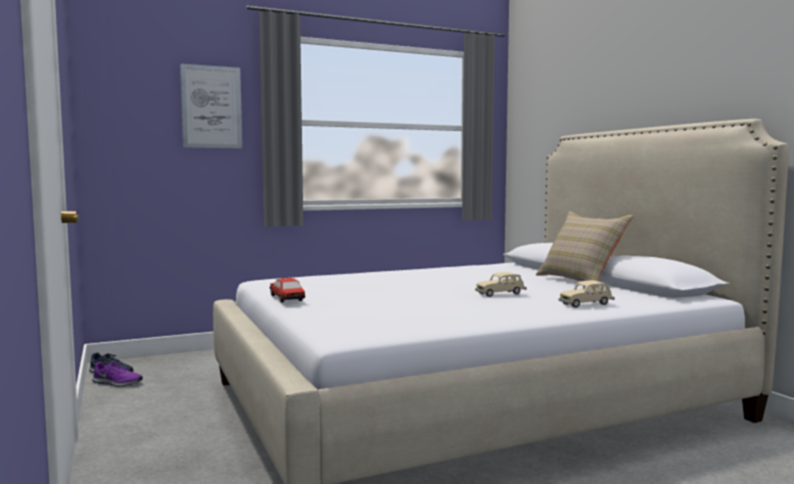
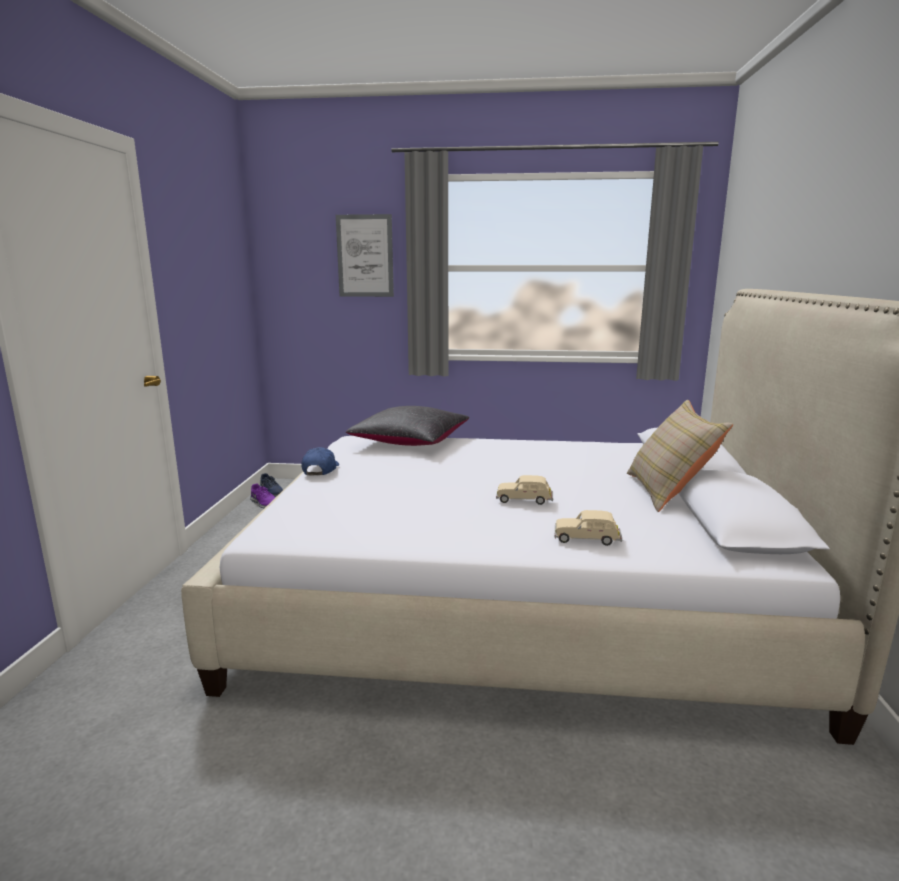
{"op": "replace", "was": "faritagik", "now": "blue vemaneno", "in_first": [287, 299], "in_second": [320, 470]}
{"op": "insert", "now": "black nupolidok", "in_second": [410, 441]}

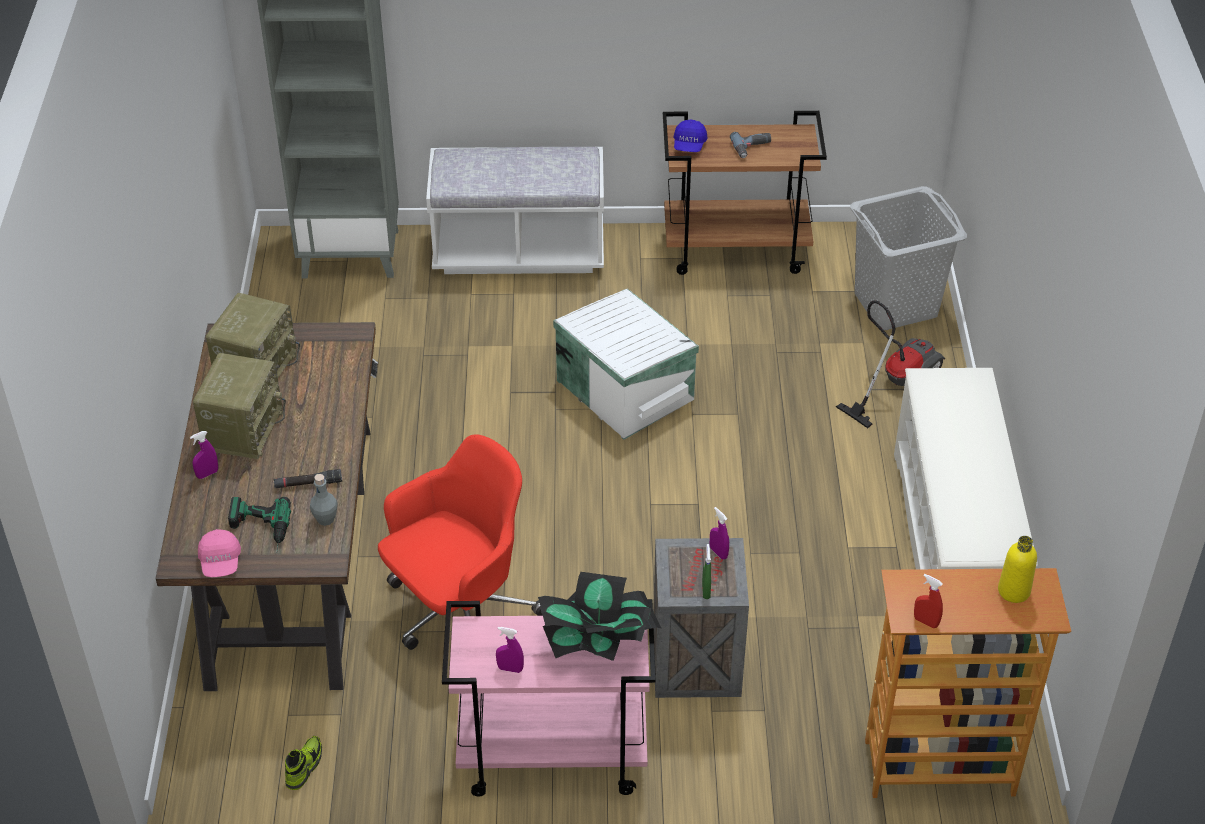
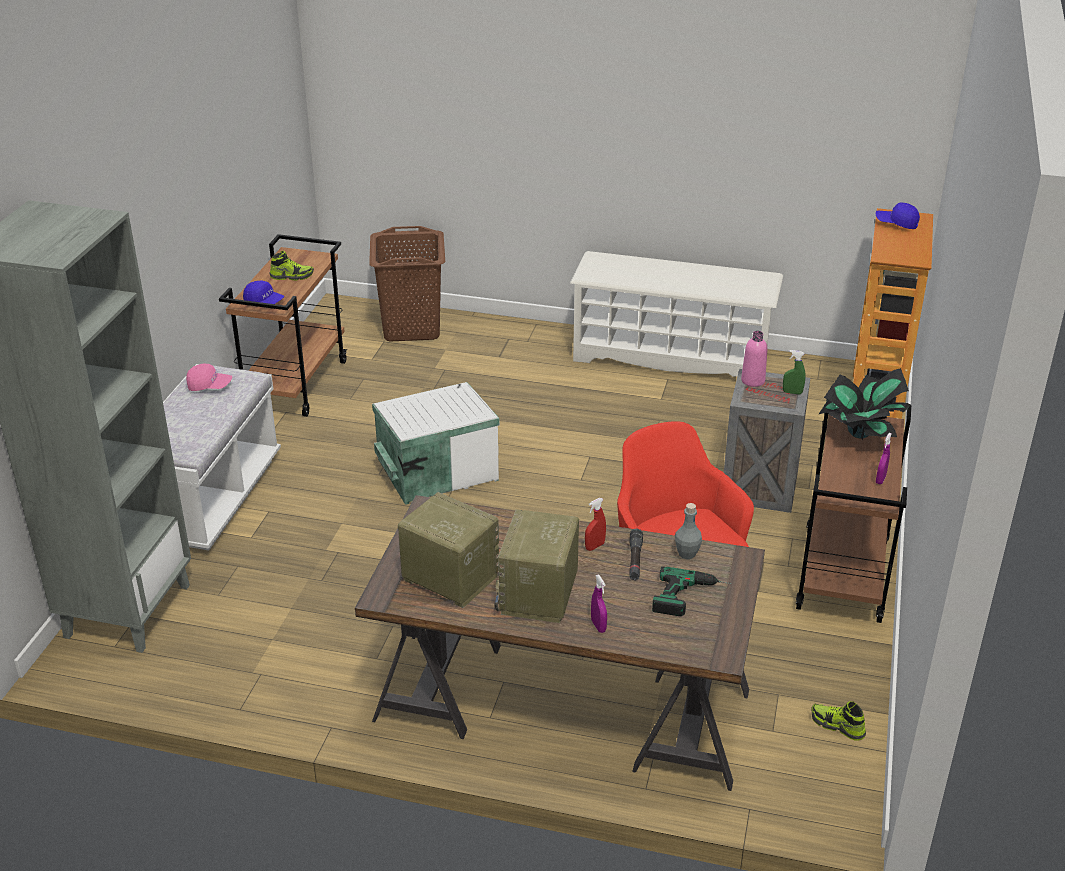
{"op": "move", "was": "pink vemaneno", "in_first": [220, 562], "in_second": [209, 386]}
{"op": "replace", "was": "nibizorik", "now": "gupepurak", "in_first": [752, 148], "in_second": [292, 276]}
{"op": "recolor", "was": "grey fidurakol", "now": "brown fidurakol", "in_first": [896, 305], "in_second": [412, 327]}
{"op": "rotate", "was": "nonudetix", "in_first": [243, 429], "in_second": [539, 595], "clockwise": -105}
{"op": "move", "was": "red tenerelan", "in_first": [925, 622], "in_second": [594, 546]}
{"op": "replace", "was": "purple tenerelan", "now": "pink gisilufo", "in_first": [718, 552], "in_second": [753, 381]}
{"op": "recolor", "was": "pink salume", "now": "brown salume", "in_first": [550, 756], "in_second": [844, 575]}
{"op": "replace", "was": "yellow gisilufo", "now": "blue vemaneno", "in_first": [1014, 591], "in_second": [896, 223]}
{"op": "delete", "was": "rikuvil", "in_first": [894, 380]}

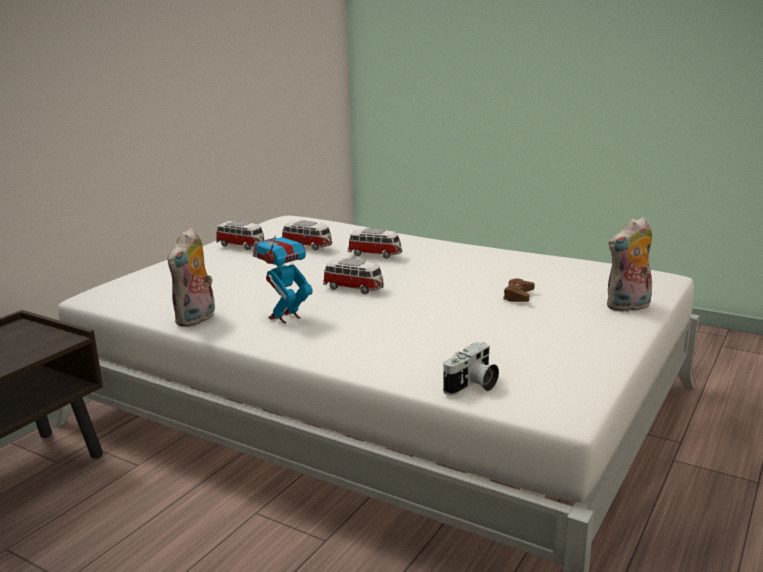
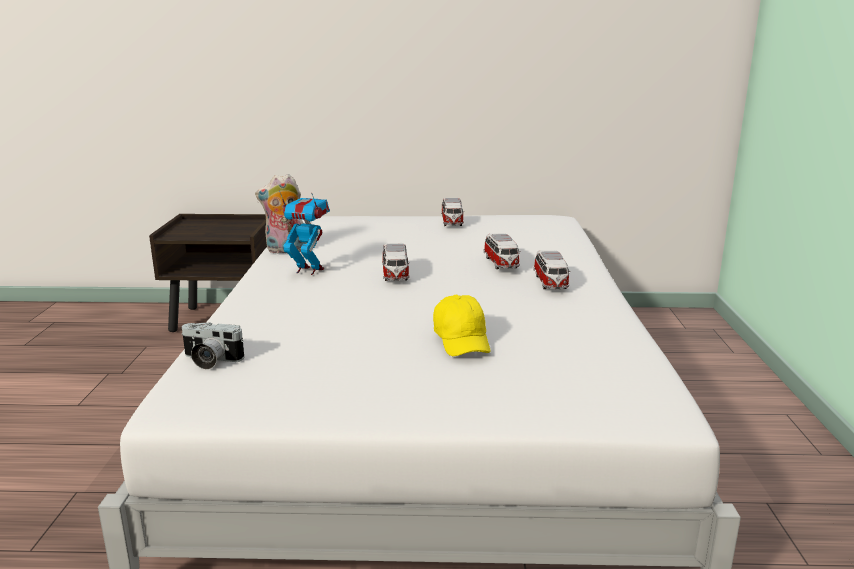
{"op": "replace", "was": "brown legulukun", "now": "yellow vemaneno", "in_first": [518, 296], "in_second": [462, 340]}
{"op": "move", "was": "faritagik", "in_first": [308, 246], "in_second": [550, 283]}
{"op": "delete", "was": "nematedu", "in_first": [628, 307]}

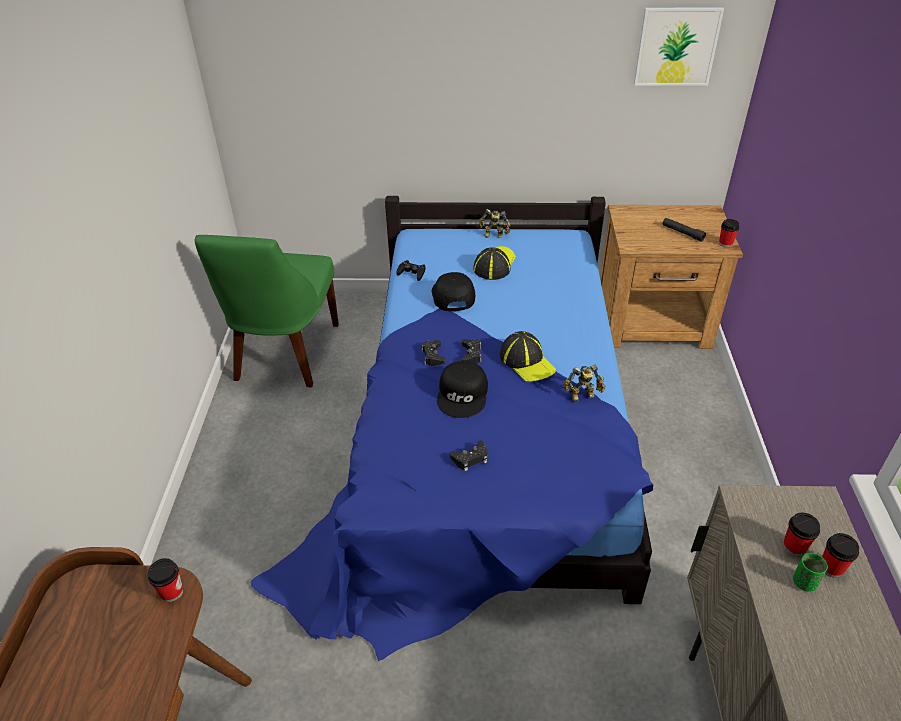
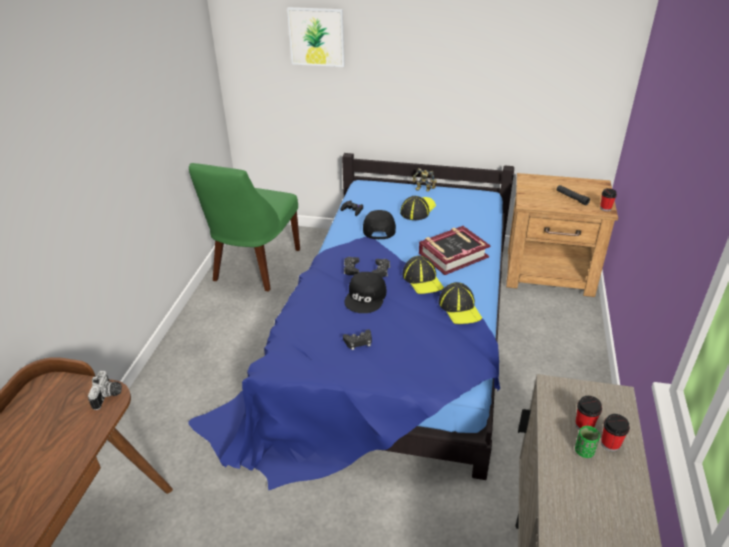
{"op": "replace", "was": "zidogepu", "now": "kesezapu", "in_first": [172, 592], "in_second": [108, 396]}
{"op": "move", "was": "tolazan", "in_first": [676, 46], "in_second": [317, 37]}
{"op": "insert", "now": "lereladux", "in_second": [453, 255]}
{"op": "replace", "was": "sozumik", "now": "vemaneno", "in_first": [583, 396], "in_second": [460, 308]}

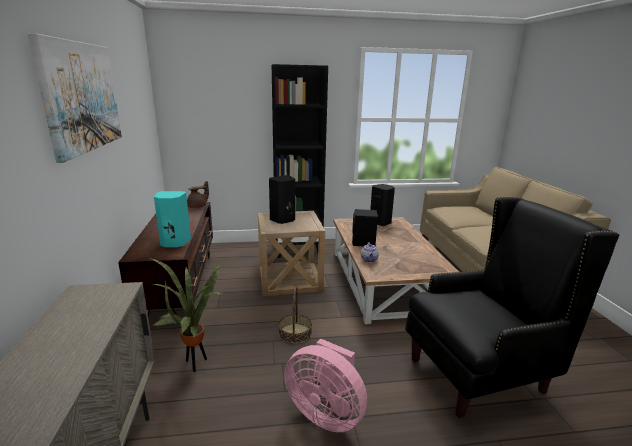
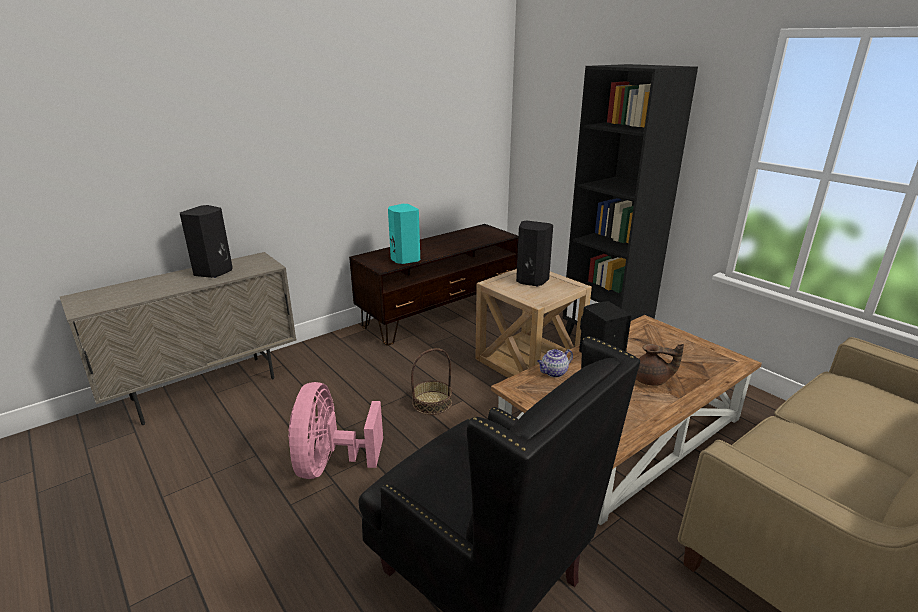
{"op": "move", "was": "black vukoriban", "in_first": [381, 222], "in_second": [214, 272]}
{"op": "move", "was": "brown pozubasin", "in_first": [198, 207], "in_second": [651, 381]}
{"op": "delete", "was": "tolazan", "in_first": [82, 97]}
{"op": "delete", "was": "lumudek", "in_first": [195, 363]}

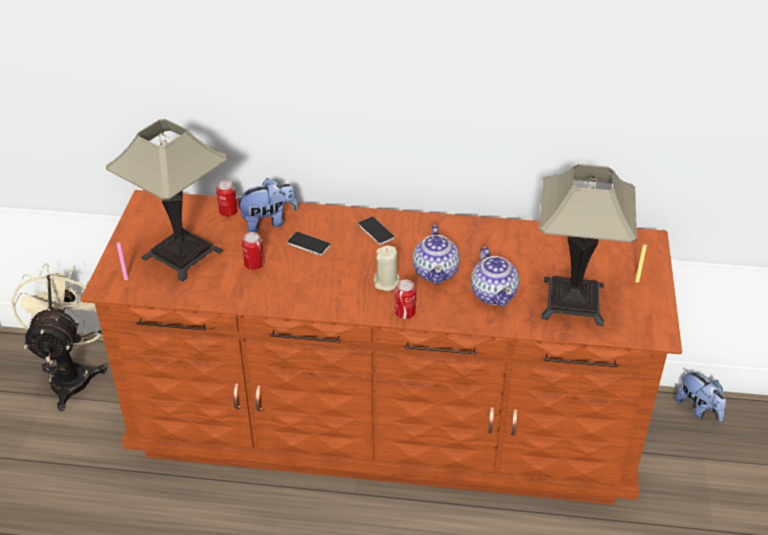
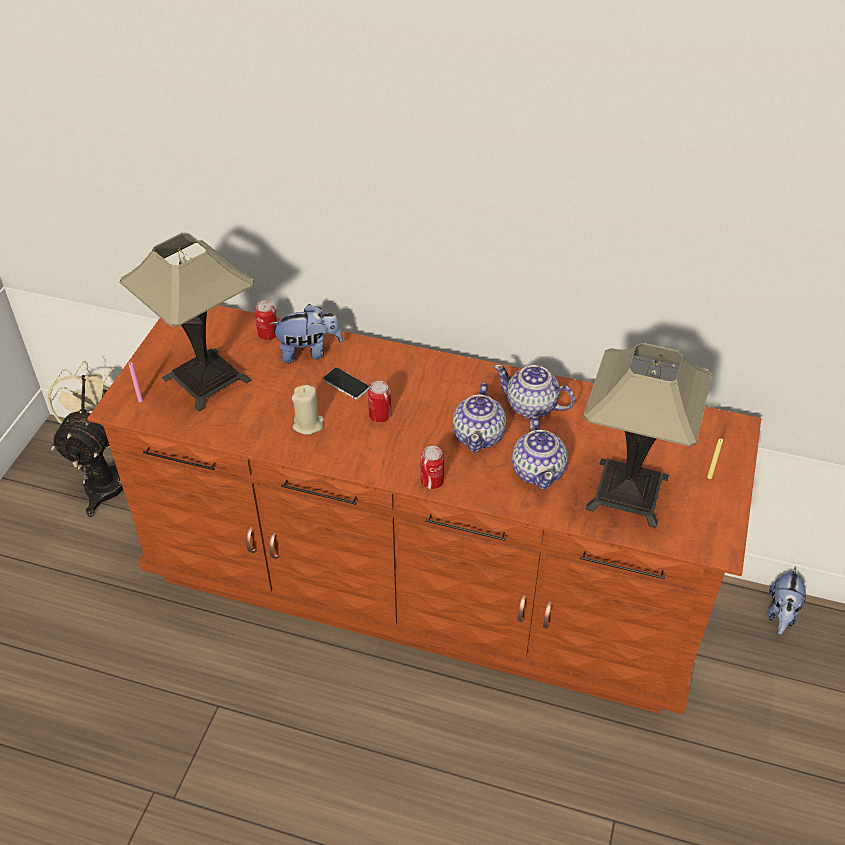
{"op": "move", "was": "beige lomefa", "in_first": [387, 282], "in_second": [308, 424]}
{"op": "move", "was": "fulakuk", "in_first": [254, 264], "in_second": [380, 416]}
{"op": "insert", "now": "pozubasin", "in_second": [532, 406]}
{"op": "rotate", "was": "nematedu", "in_first": [698, 409], "in_second": [781, 614], "clockwise": 45}
{"op": "delete", "was": "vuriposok", "in_first": [376, 231]}

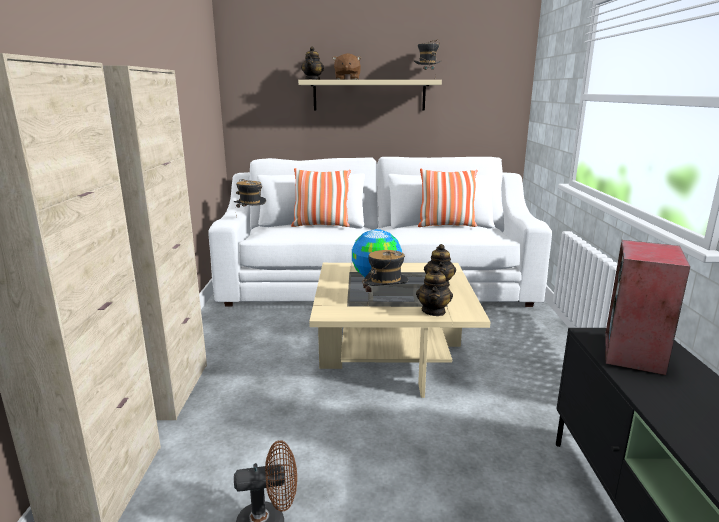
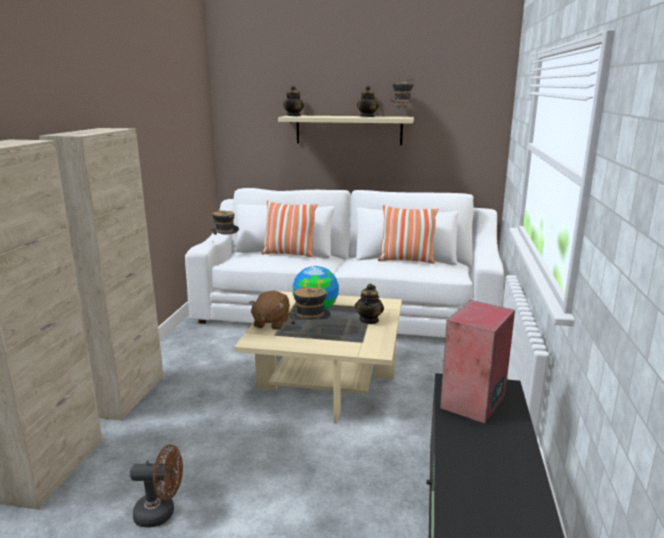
{"op": "move", "was": "brown nematedu", "in_first": [347, 79], "in_second": [270, 323]}
{"op": "move", "was": "pozubasin", "in_first": [434, 311], "in_second": [367, 116]}

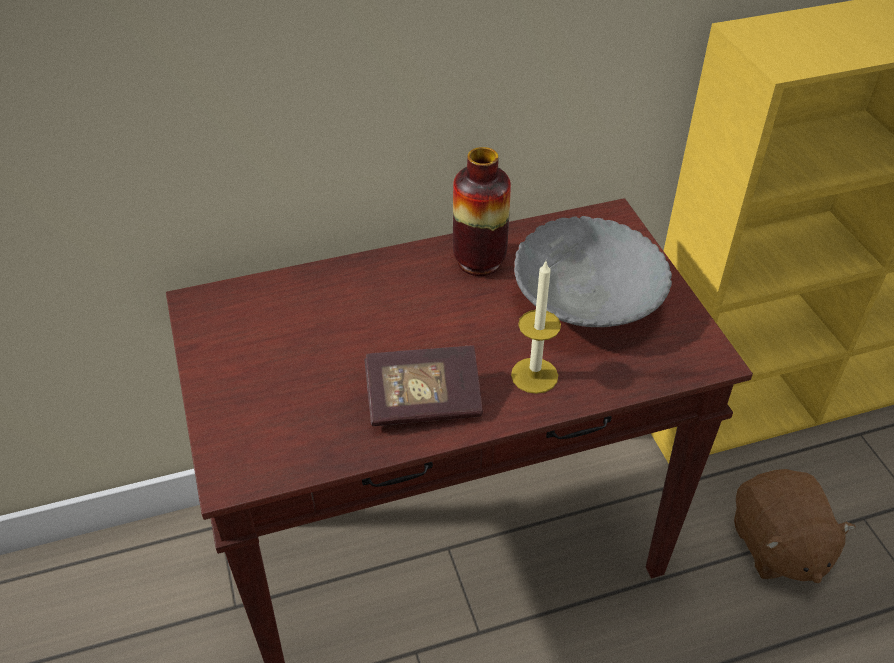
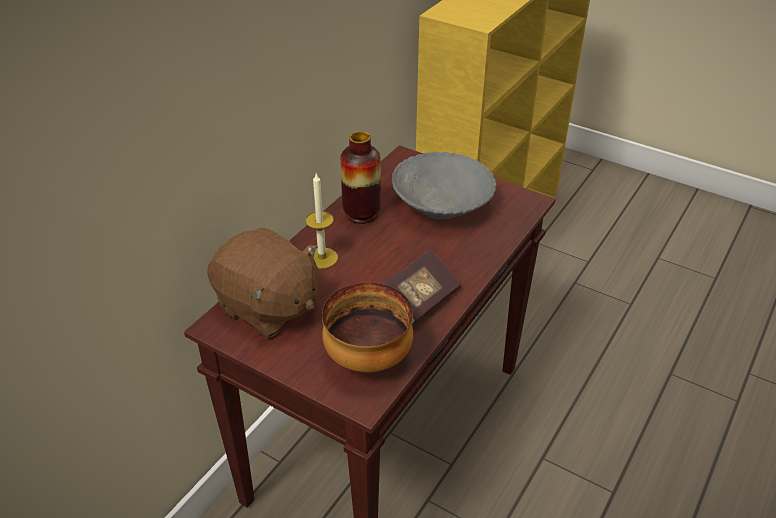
{"op": "move", "was": "brown nematedu", "in_first": [777, 546], "in_second": [268, 307]}
{"op": "move", "was": "lomefa", "in_first": [534, 375], "in_second": [322, 258]}
{"op": "insert", "now": "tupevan", "in_second": [367, 359]}

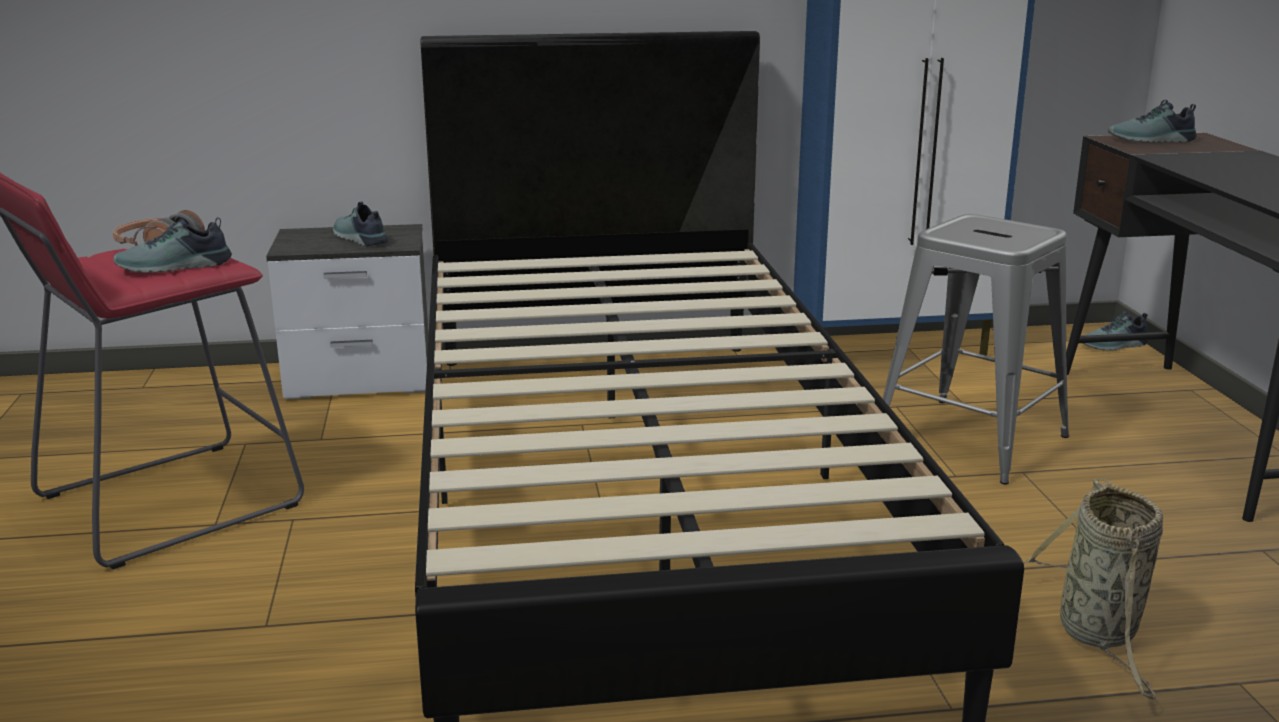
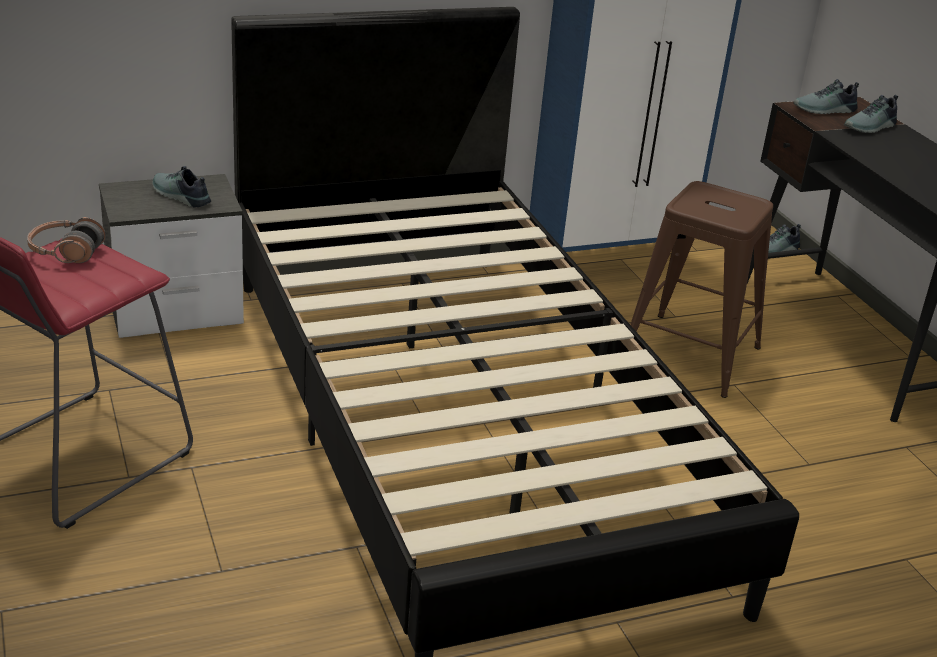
{"op": "recolor", "was": "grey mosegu", "now": "brown mosegu", "in_first": [972, 439], "in_second": [691, 354]}
{"op": "move", "was": "gupepurak", "in_first": [175, 267], "in_second": [871, 127]}
{"op": "delete", "was": "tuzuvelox", "in_first": [1099, 635]}

